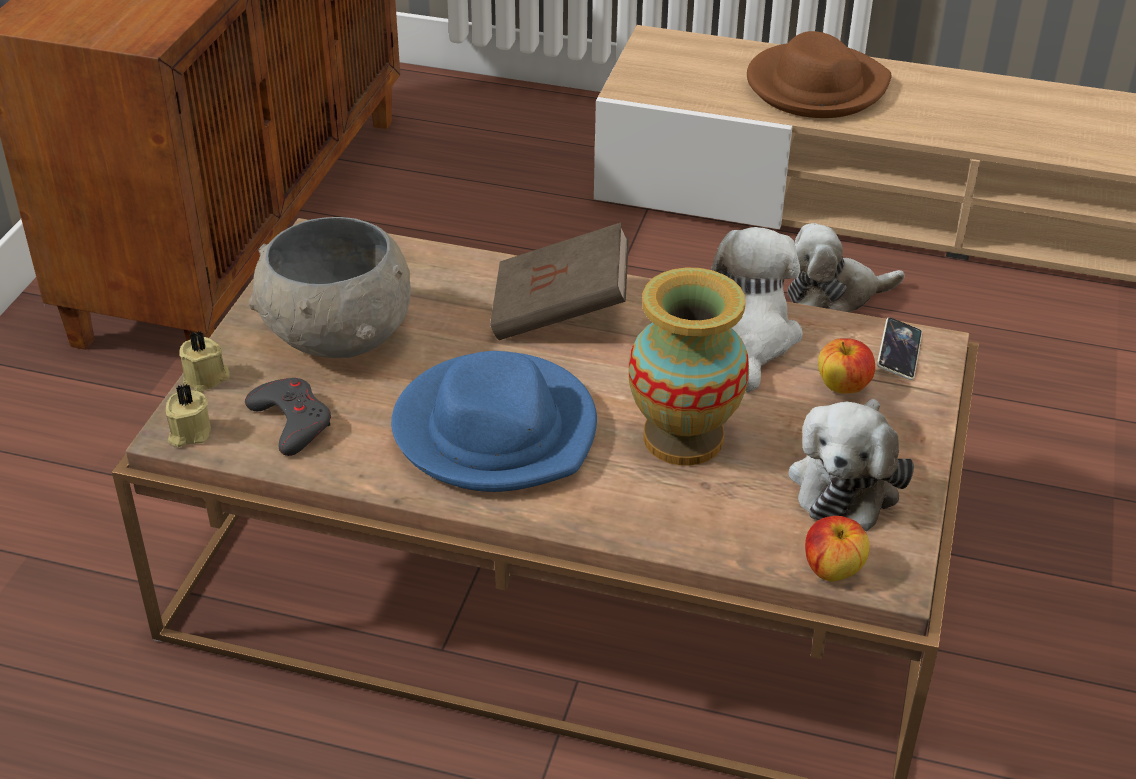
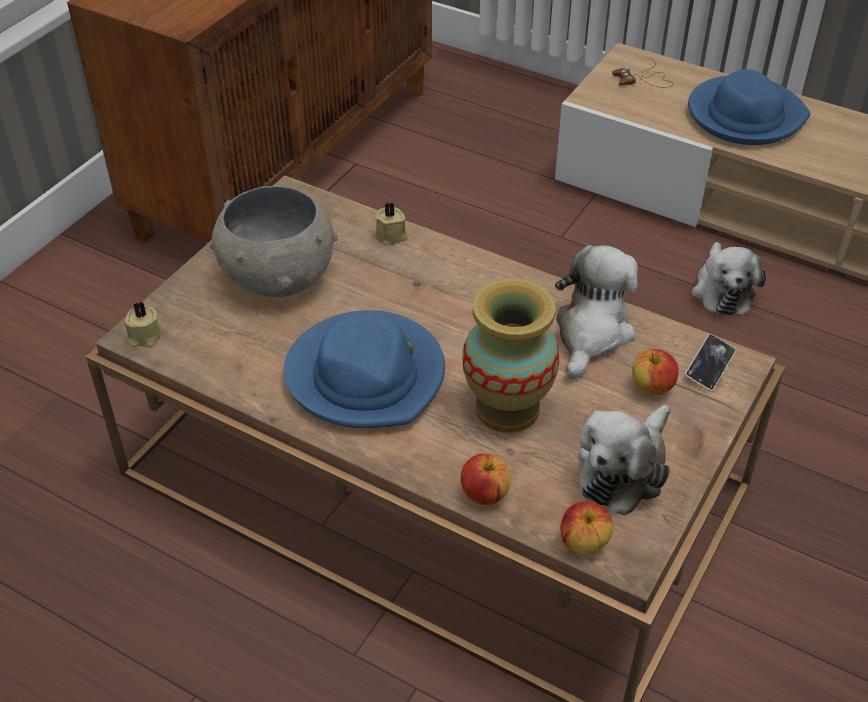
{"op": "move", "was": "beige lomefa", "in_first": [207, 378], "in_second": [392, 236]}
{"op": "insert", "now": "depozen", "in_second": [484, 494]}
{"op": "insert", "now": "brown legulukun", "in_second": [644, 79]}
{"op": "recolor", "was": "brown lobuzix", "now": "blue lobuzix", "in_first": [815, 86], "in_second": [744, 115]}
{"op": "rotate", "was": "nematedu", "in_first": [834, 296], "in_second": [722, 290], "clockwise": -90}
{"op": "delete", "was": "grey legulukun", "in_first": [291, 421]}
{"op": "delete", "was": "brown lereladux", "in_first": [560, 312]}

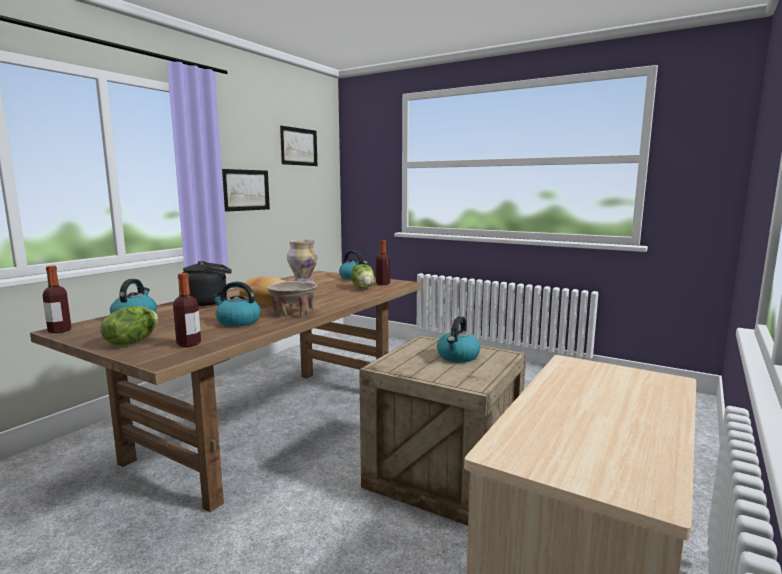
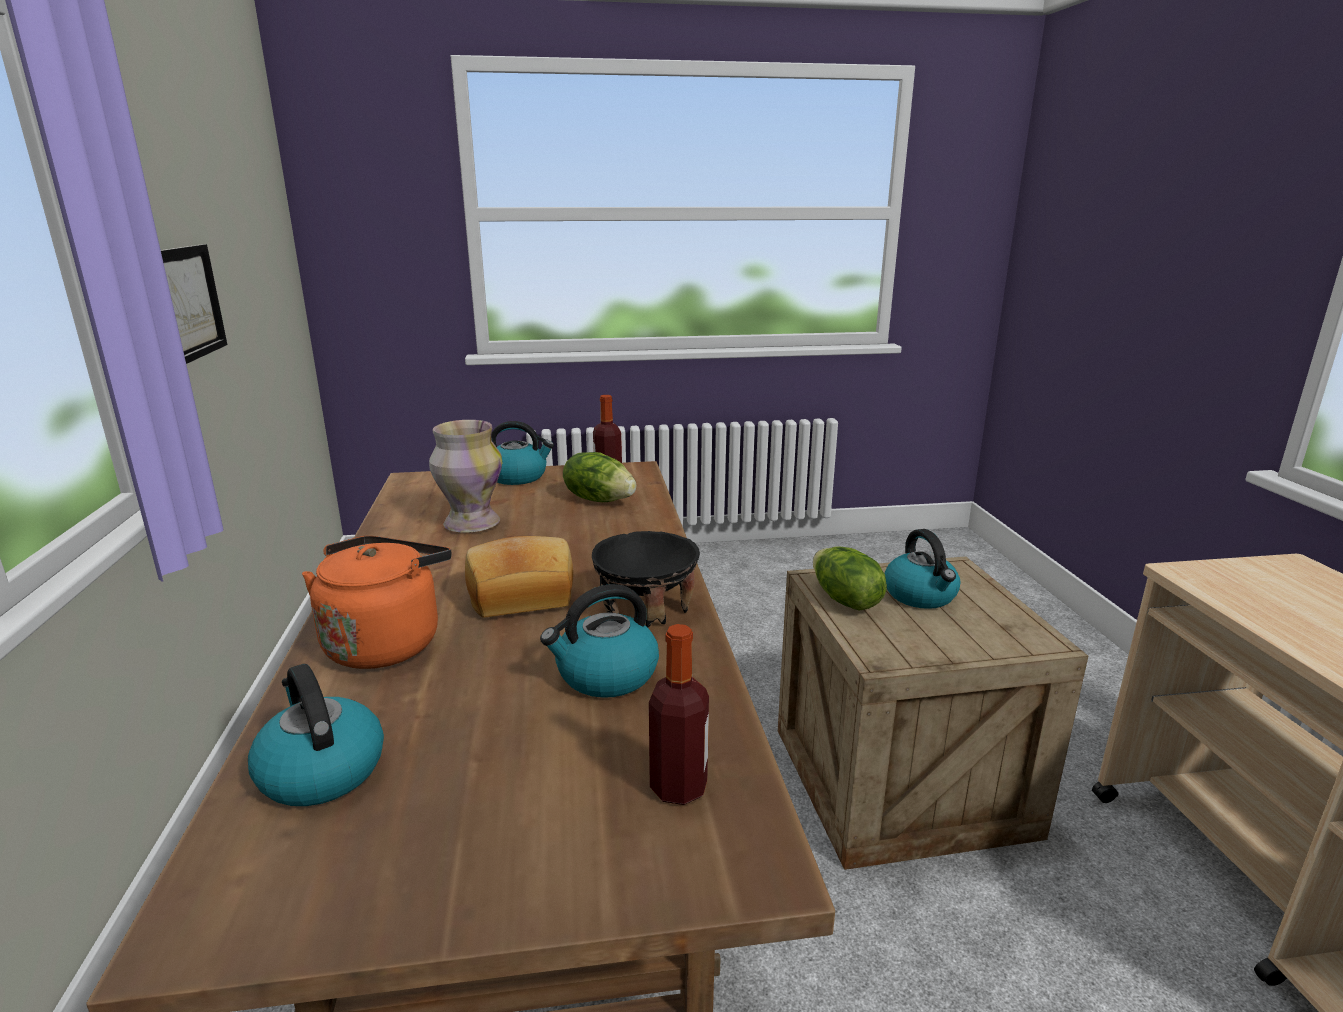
{"op": "recolor", "was": "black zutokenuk", "now": "orange zutokenuk", "in_first": [208, 302], "in_second": [386, 642]}
{"op": "recolor", "was": "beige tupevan", "now": "black tupevan", "in_first": [293, 313], "in_second": [646, 608]}
{"op": "move", "was": "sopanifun", "in_first": [132, 341], "in_second": [844, 600]}
{"op": "delete", "was": "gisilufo", "in_first": [60, 330]}
{"op": "delete", "was": "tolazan", "in_first": [299, 146]}

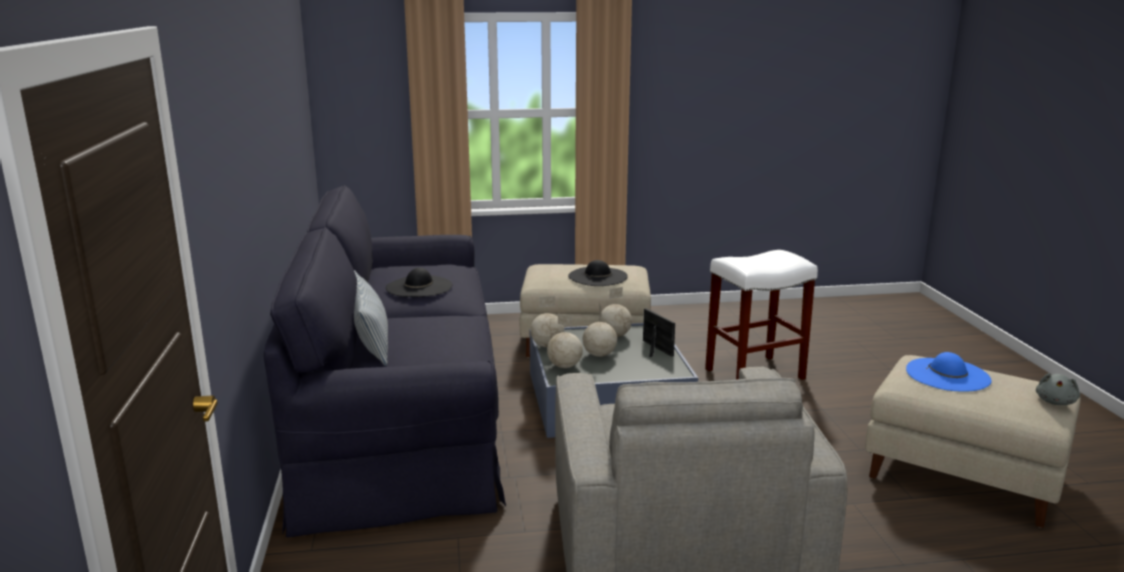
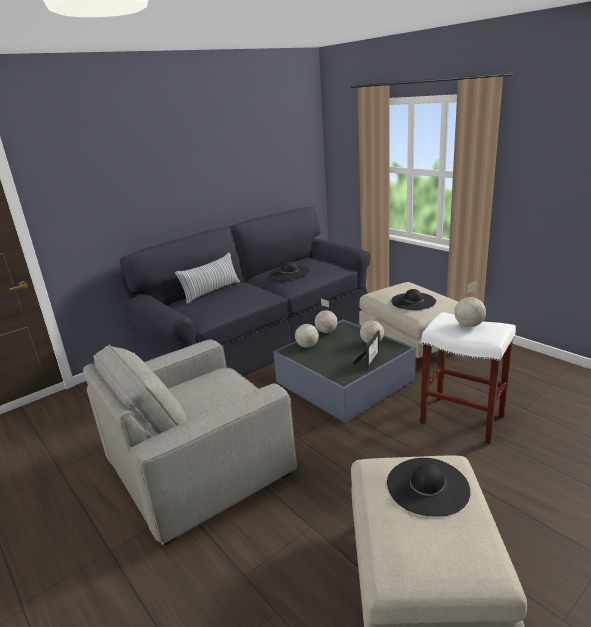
{"op": "recolor", "was": "blue lobuzix", "now": "black lobuzix", "in_first": [948, 375], "in_second": [428, 486]}
{"op": "move", "was": "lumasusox", "in_first": [599, 355], "in_second": [468, 325]}
{"op": "delete", "was": "grey nematedu", "in_first": [1055, 402]}

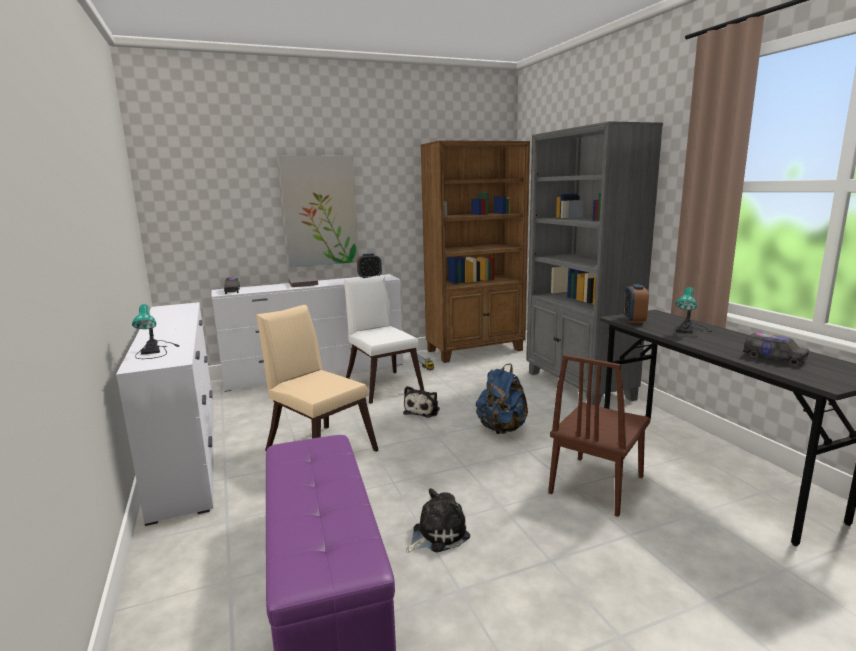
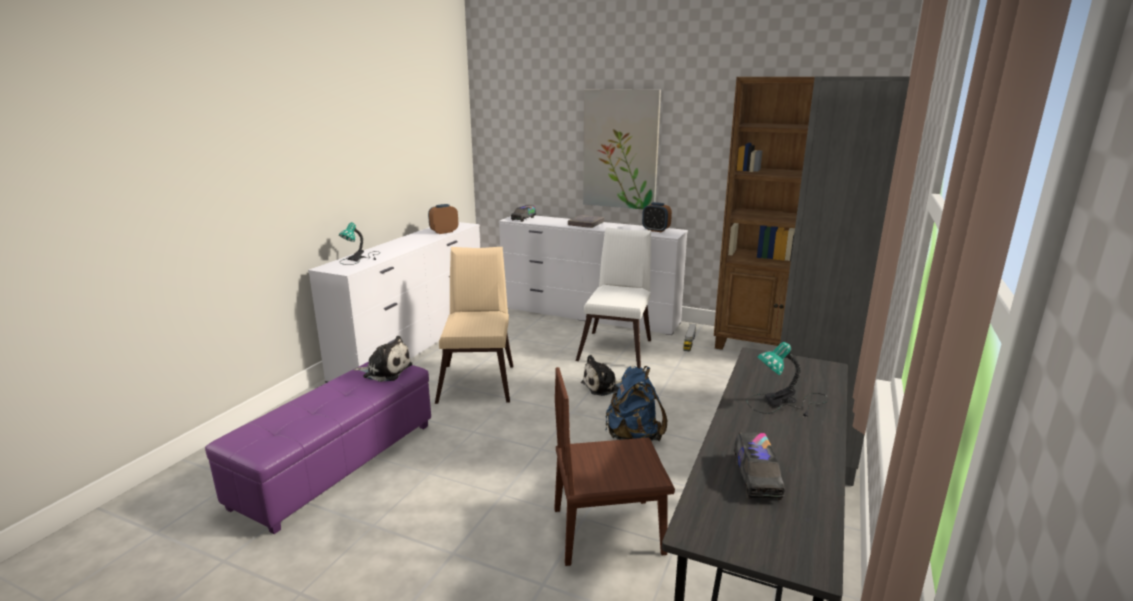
{"op": "move", "was": "nematedu", "in_first": [437, 534], "in_second": [385, 371]}
{"op": "move", "was": "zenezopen", "in_first": [634, 320], "in_second": [444, 232]}

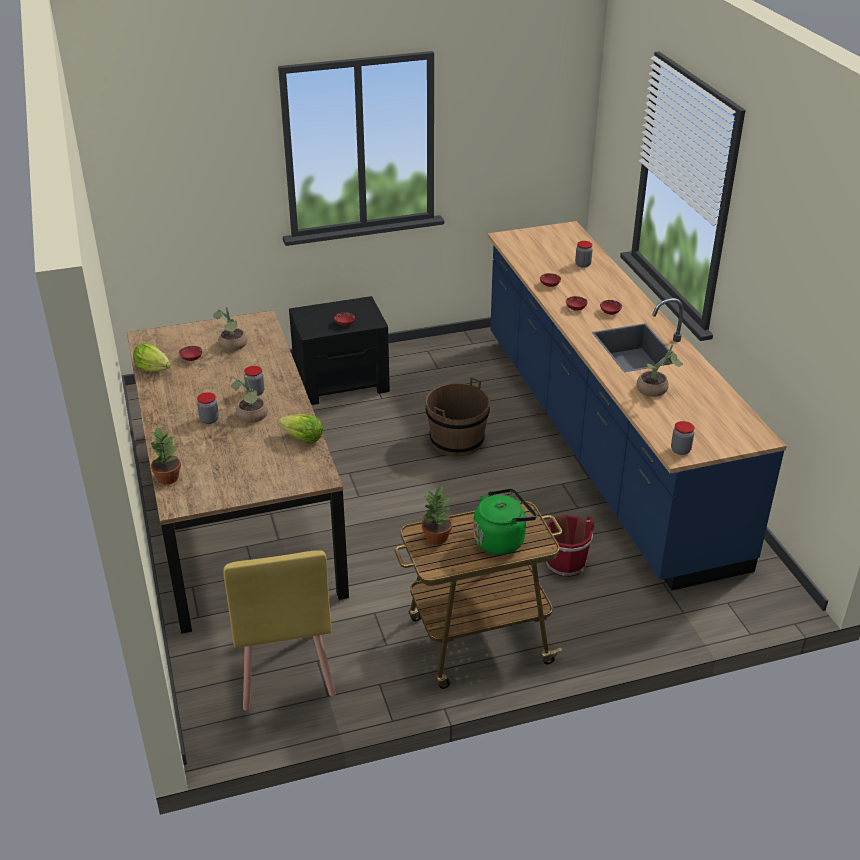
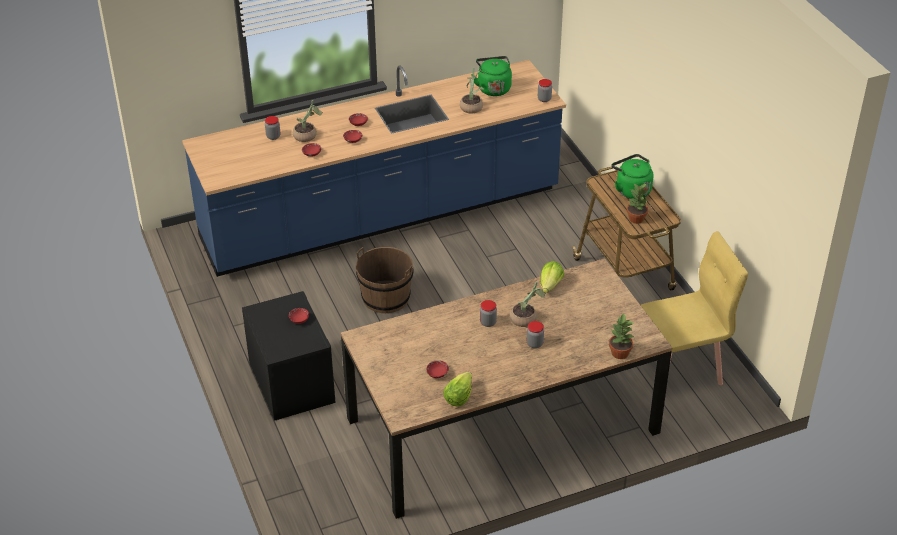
{"op": "move", "was": "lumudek", "in_first": [232, 346], "in_second": [308, 136]}
{"op": "insert", "now": "green zutokenuk", "in_second": [493, 88]}
{"op": "delete", "was": "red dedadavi", "in_first": [564, 562]}

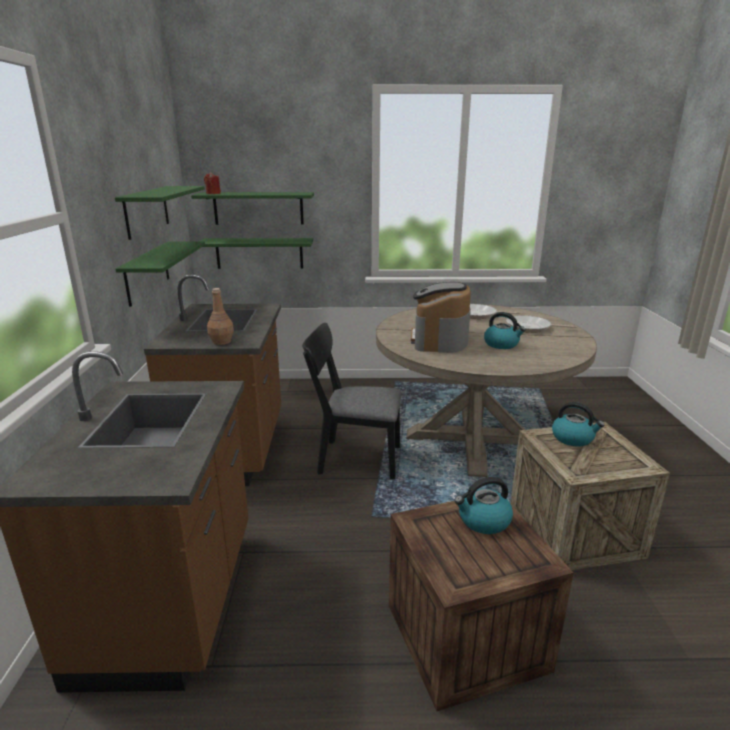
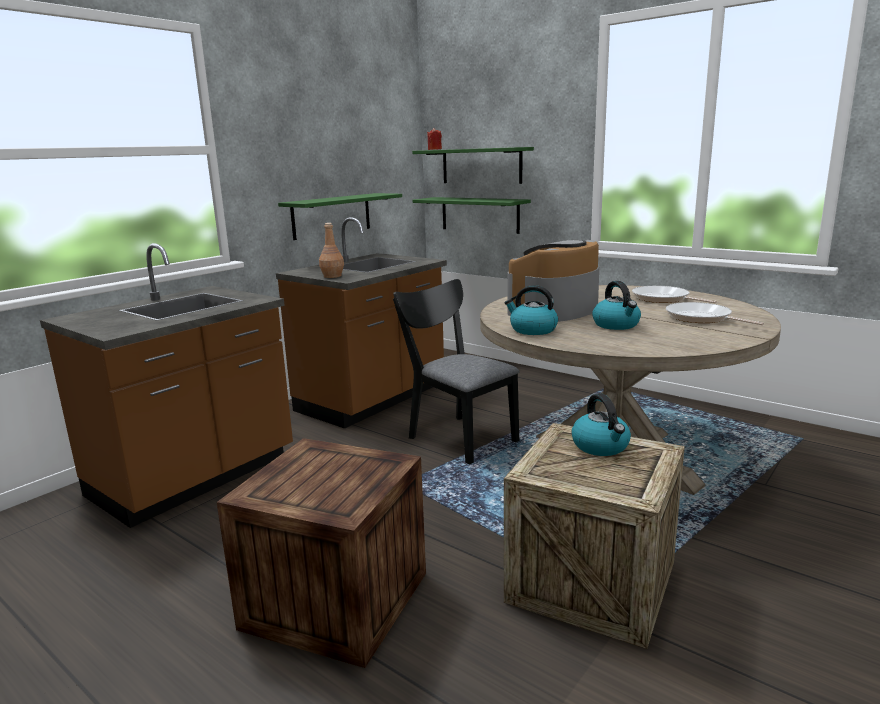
{"op": "move", "was": "zutokenuk", "in_first": [483, 521], "in_second": [532, 330]}
{"op": "delete", "was": "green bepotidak", "in_first": [147, 211]}

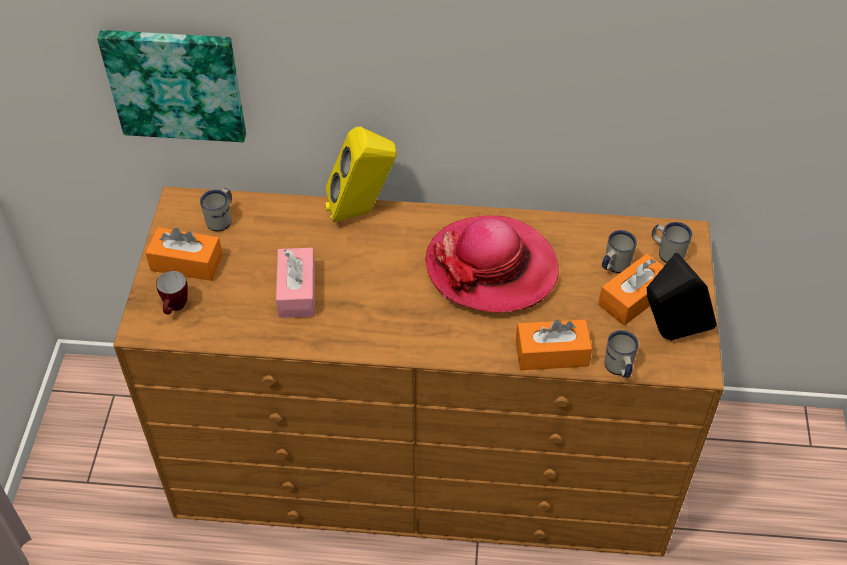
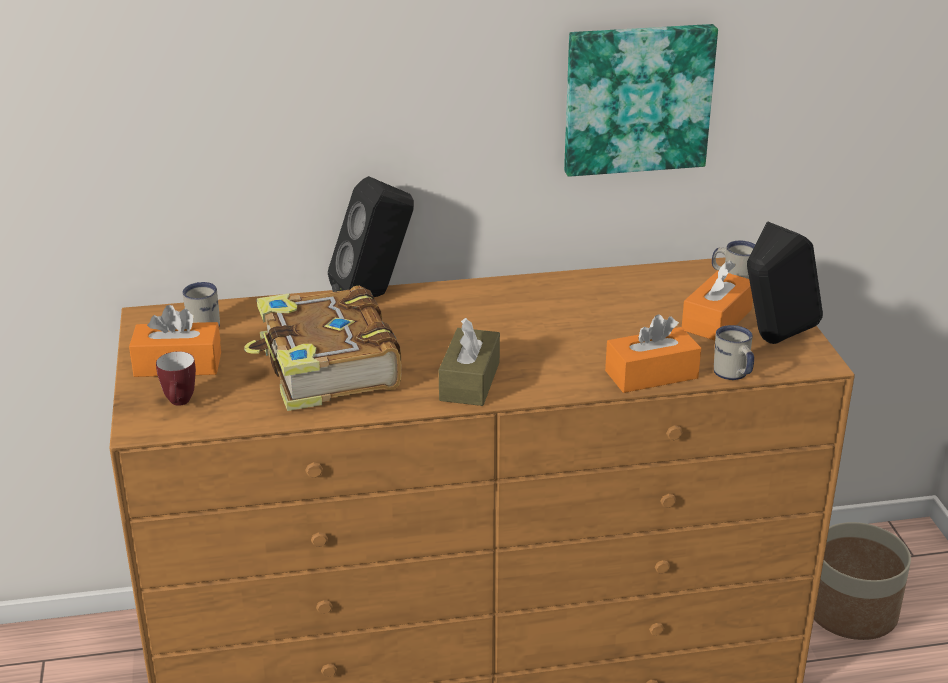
{"op": "replace", "was": "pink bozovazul", "now": "lereladux", "in_first": [297, 291], "in_second": [326, 368]}
{"op": "recolor", "was": "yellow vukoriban", "now": "black vukoriban", "in_first": [362, 211], "in_second": [375, 296]}
{"op": "insert", "now": "brown bozovazul", "in_second": [469, 381]}
{"op": "move", "was": "tolazan", "in_first": [176, 83], "in_second": [637, 98]}
{"op": "insert", "now": "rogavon", "in_second": [852, 611]}
{"op": "delete", "was": "lobuzix", "in_first": [491, 268]}
{"op": "delete", "was": "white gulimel", "in_first": [613, 266]}

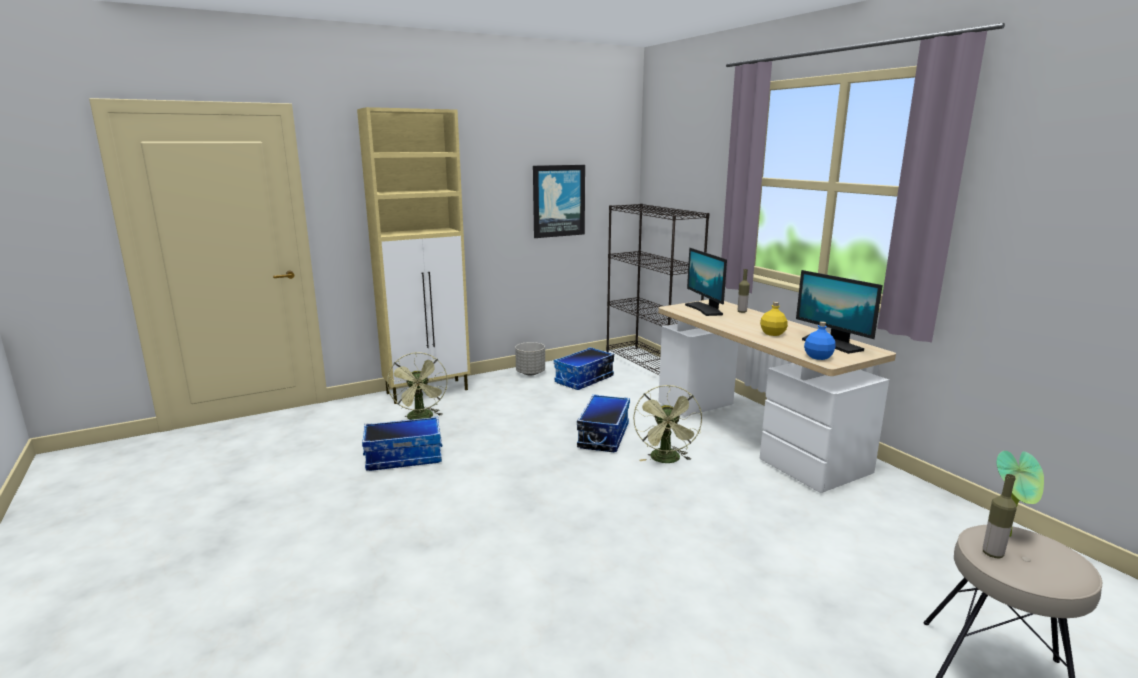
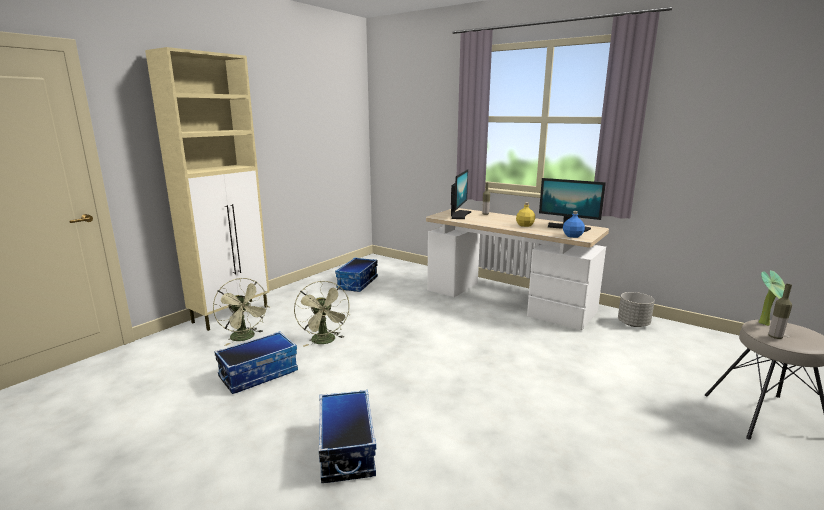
{"op": "move", "was": "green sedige", "in_first": [666, 460], "in_second": [325, 341]}
{"op": "move", "was": "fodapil", "in_first": [603, 436], "in_second": [345, 449]}
{"op": "rotate", "was": "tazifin", "in_first": [705, 309], "in_second": [459, 215], "clockwise": -120}
{"op": "move", "was": "grey rogavon", "in_first": [530, 373], "in_second": [633, 324]}
{"op": "delete", "was": "tolazan", "in_first": [558, 201]}
{"op": "delete", "was": "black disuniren", "in_first": [650, 365]}

